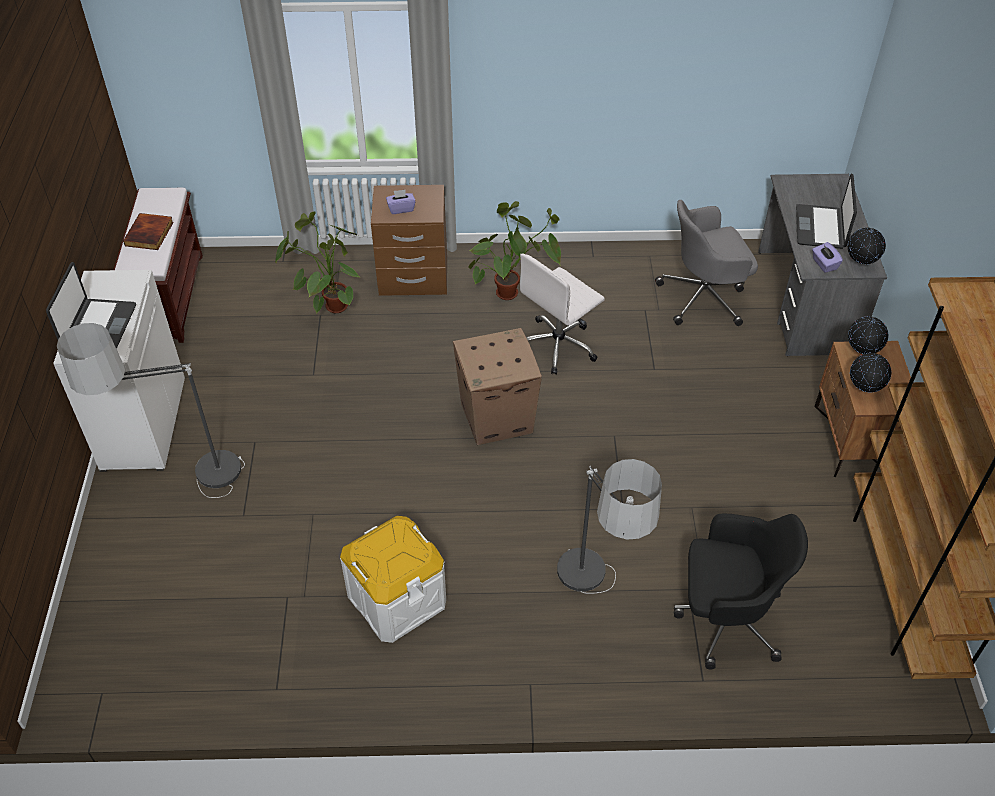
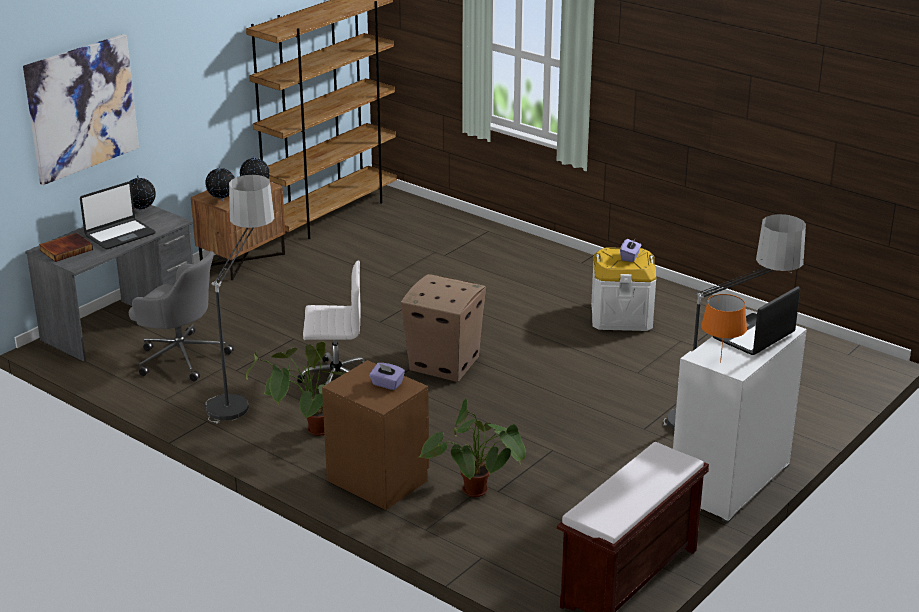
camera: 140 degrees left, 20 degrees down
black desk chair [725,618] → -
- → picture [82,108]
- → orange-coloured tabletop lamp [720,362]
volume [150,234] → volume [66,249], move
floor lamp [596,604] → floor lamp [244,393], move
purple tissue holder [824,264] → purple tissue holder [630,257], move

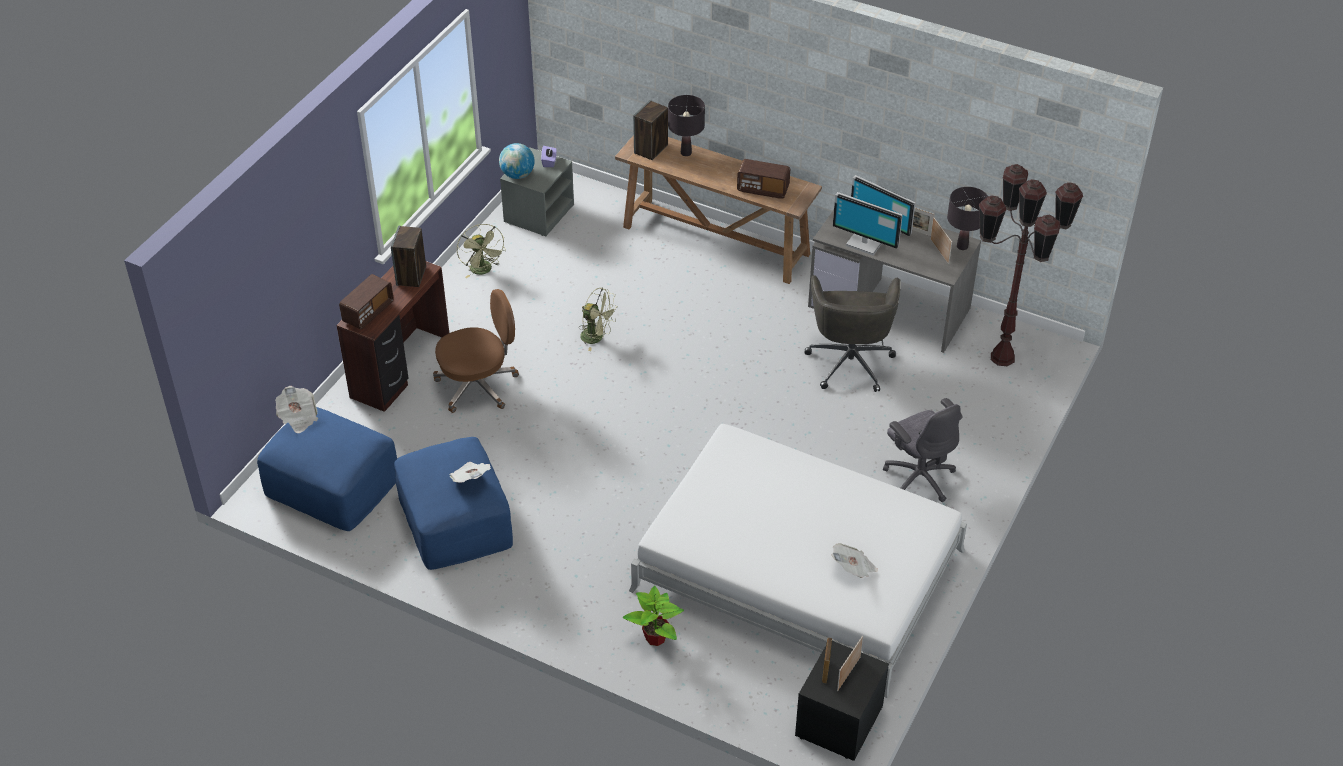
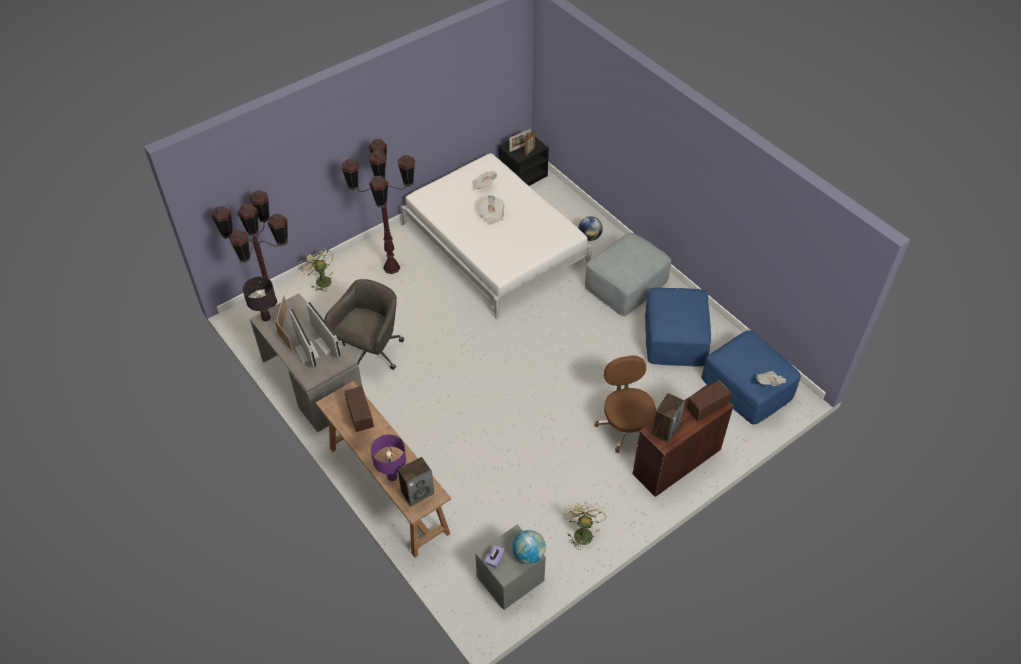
camera: 155 degrees left, 5 degrees up
- → greyish pouffe [626,284]
printed paper [470,479] → printed paper [492,215], move
green electric fan [597,337] → green electric fan [321,280], move
houseplant [656,638] → globe [589,237]
greyish desk chair [919,478] → brown-coloured floor lamp [392,267]
black tabletop lamp [686,153] → purple tabletop lamp [392,477]
brown-coloured desk chair [478,385] → brown-coloured desk chair [625,426], 75 degrees clockwise
radio set [763,189] → radio set [360,415], 150 degrees counterclockwise

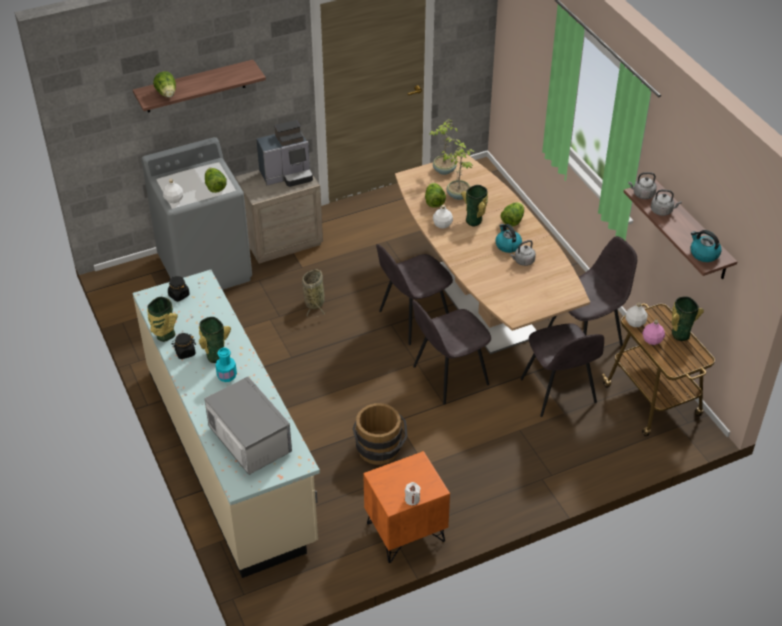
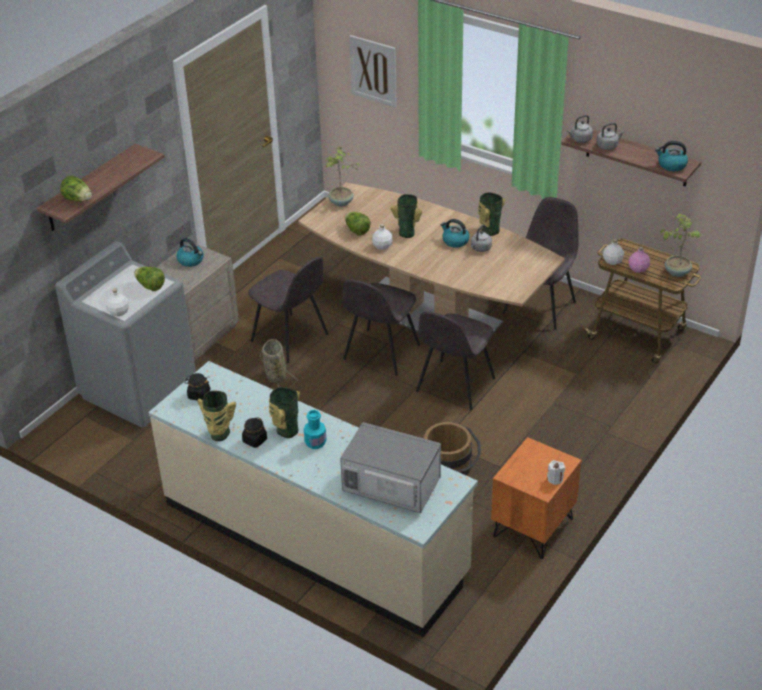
camera: 30 degrees left, 5 degrees down
head of lettuce [512,220] → -
- → picture [373,70]
houseplant [458,195] → houseplant [676,272], move
greyish upright chair [559,392] → greyish upright chair [291,339], move
vase [679,333] → vase [489,230], move
coffee maker [287,175] → tea kettle [191,260]

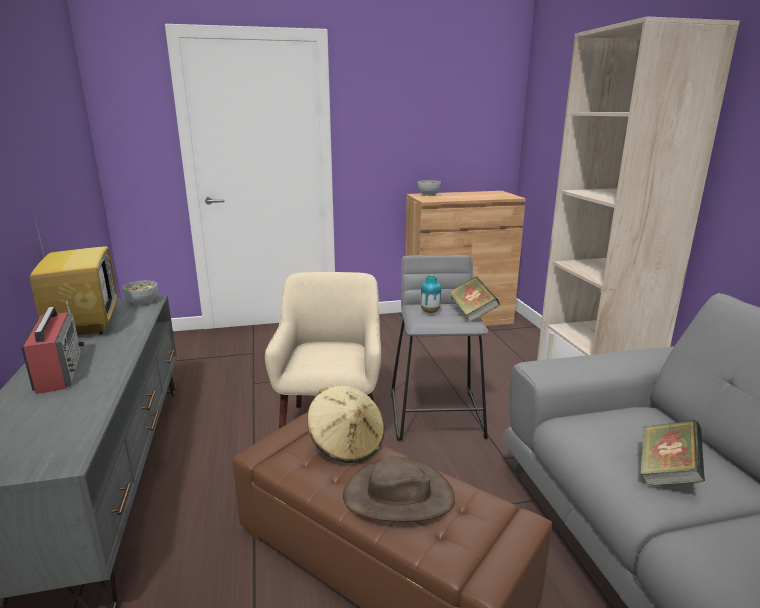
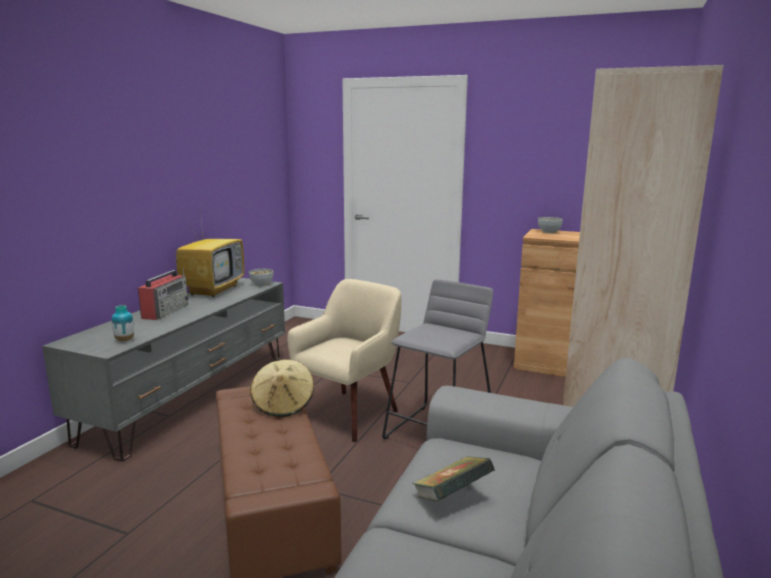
camera: 35 degrees right, 5 degrees down
brown-coloured hat [398,496] → -
volume [472,313] → -
vase [430,311] → vase [124,340], move

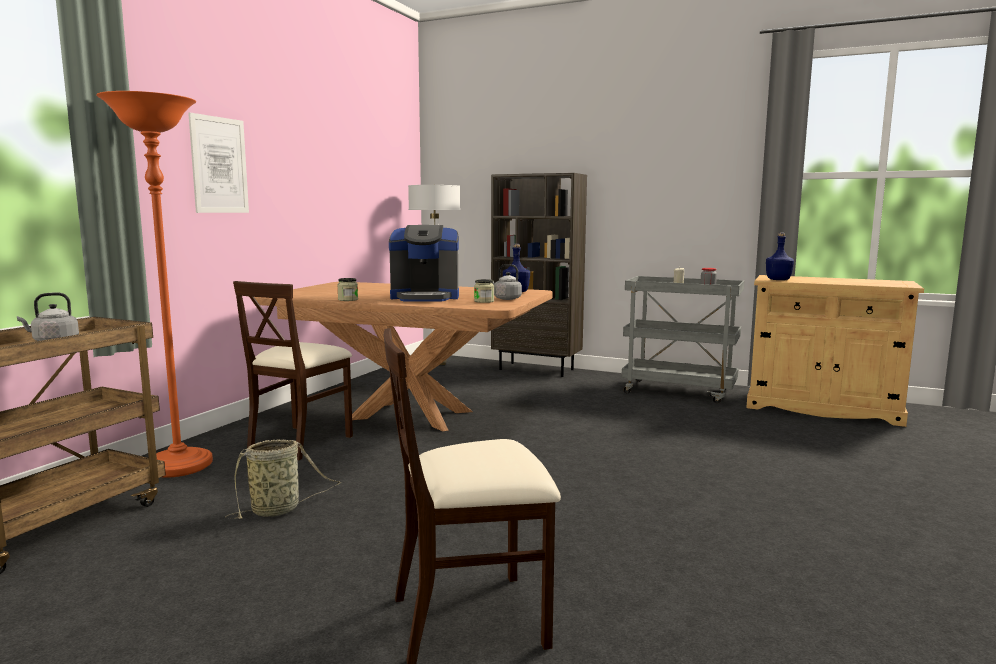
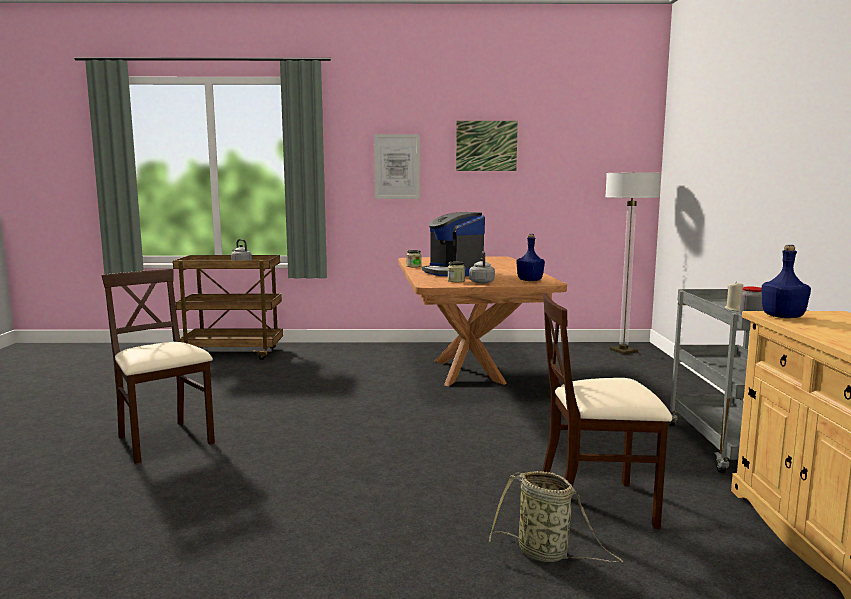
camera: 65 degrees right, 0 degrees up
orange-coloured floor lamp [179,466] → -
brown-coloured bookcase [537,369] → -
- → picture [486,146]
basket [279,510] → basket [546,554], move
beige upright chair [300,442] → beige upright chair [597,504], move

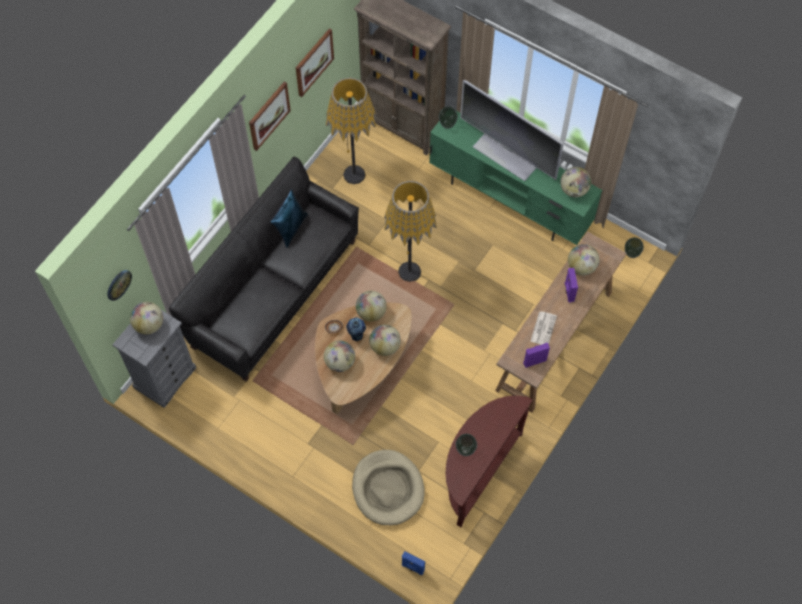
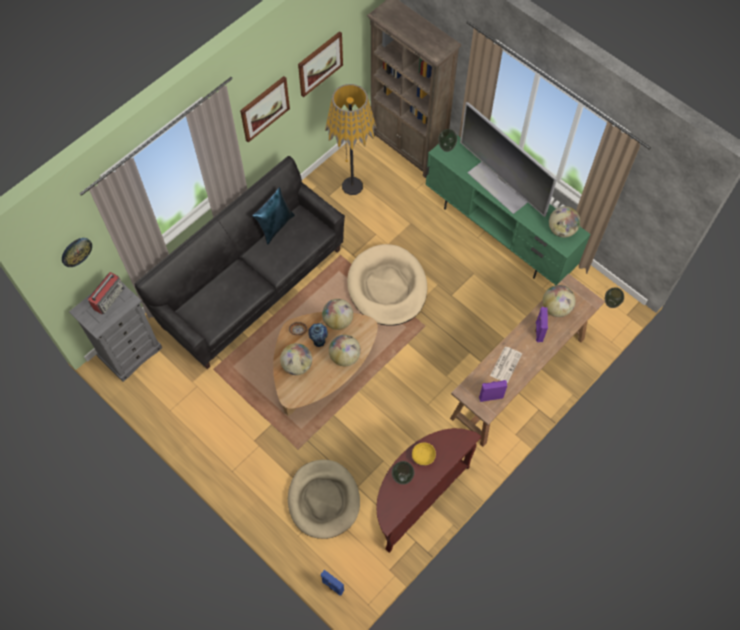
camera: 10 degrees right, 0 degrees up
- → yellowish deep dish [423,456]
globe [149,325] → radio set [109,298]
floor lamp [409,272] → beige pet bed [387,287]

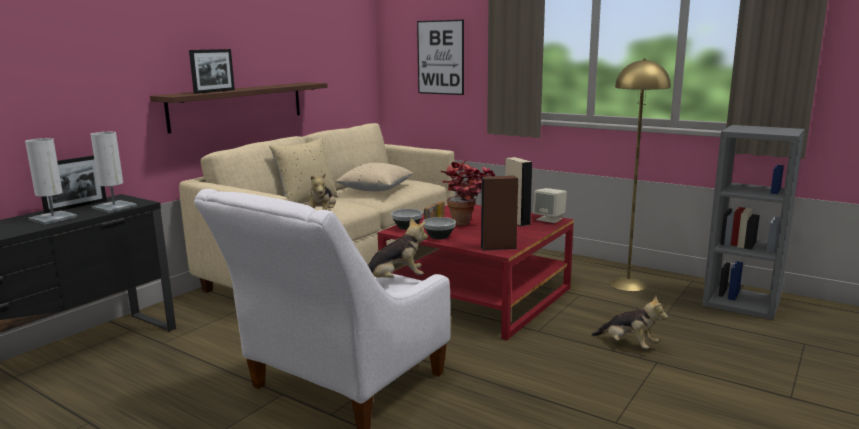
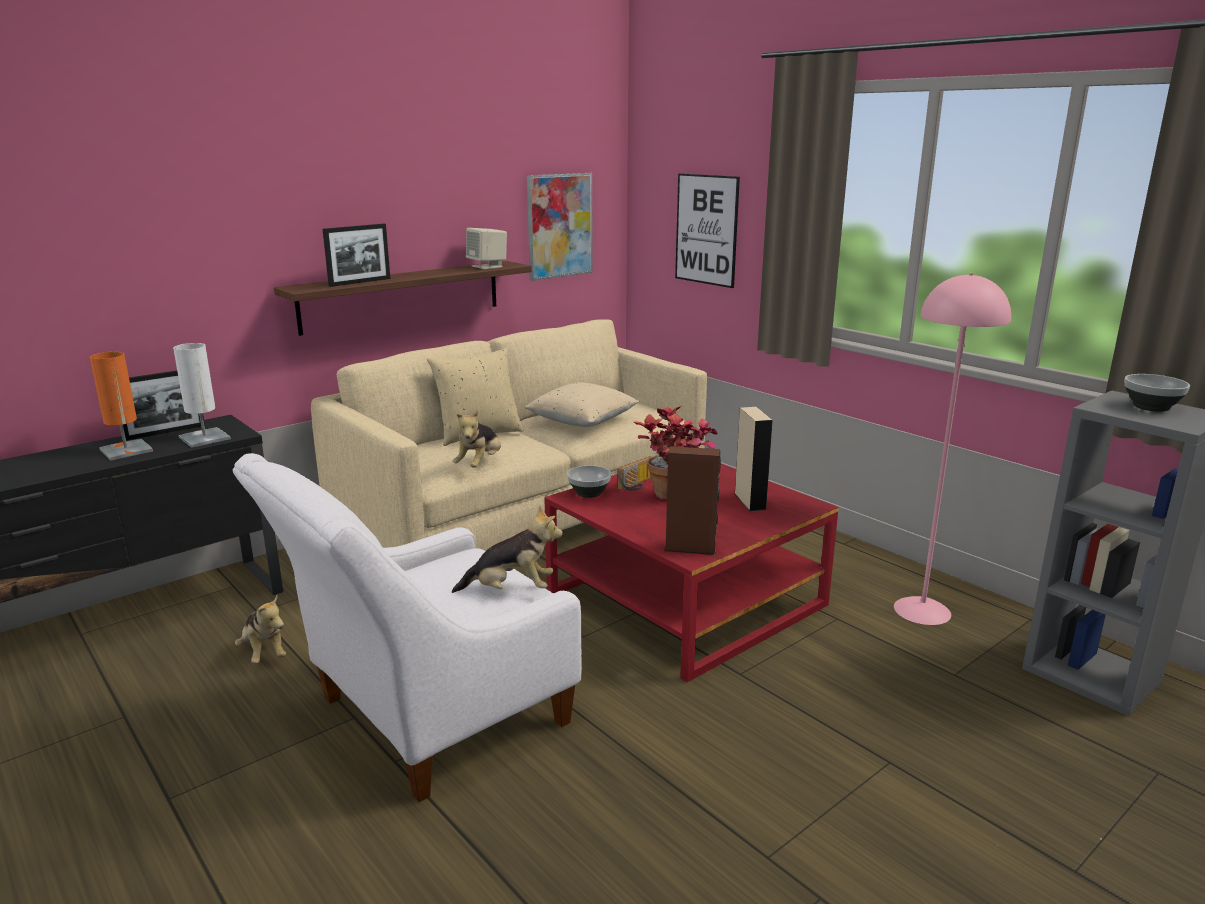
camera: 15 degrees right, 5 degrees up
- → picture [559,226]
deep dish [439,236] → deep dish [1150,407], move
beige speaker [549,219] → beige speaker [487,266], move
soft toy [628,345] → soft toy [264,653], move
white-coloured tabletop lamp [53,218] → orange-coloured tabletop lamp [126,450]
yellowish floor lamp [627,284] → pink floor lamp [921,610]

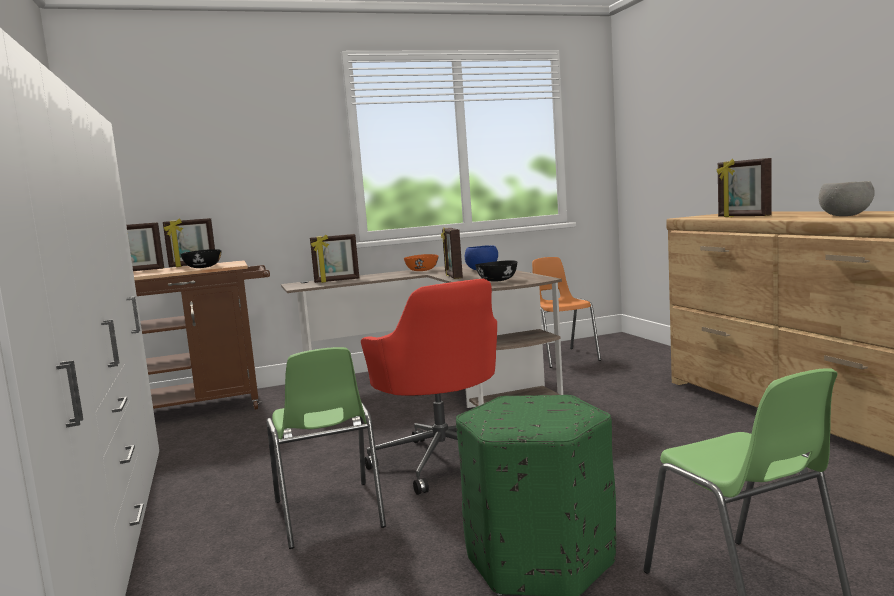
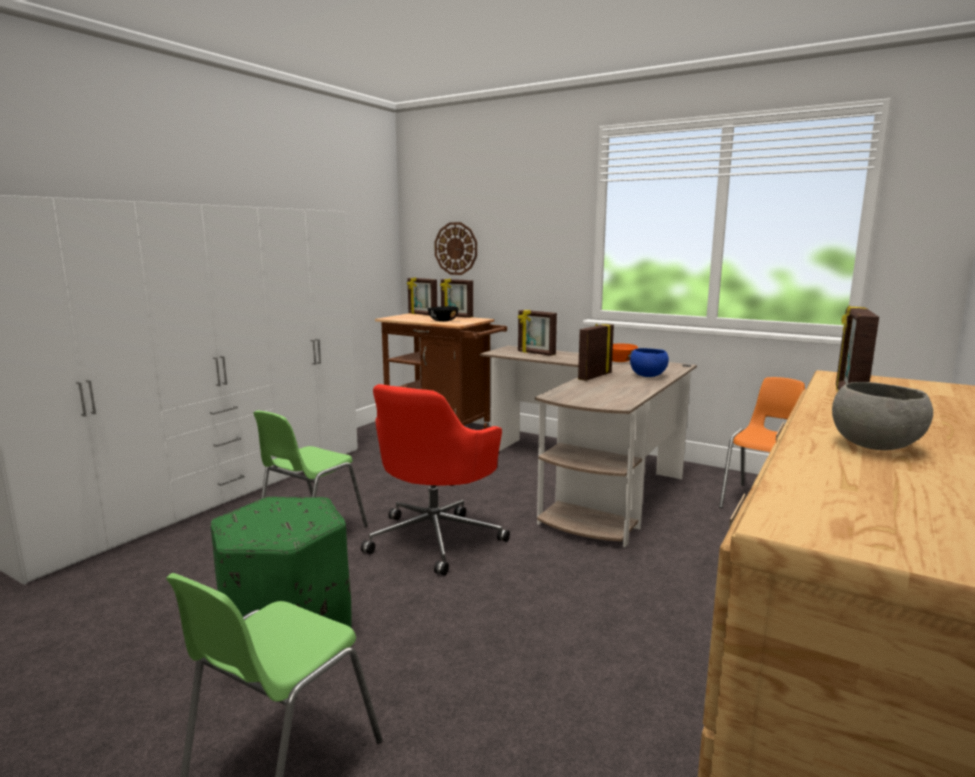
camera: 50 degrees right, 5 degrees up
black deep dish [497,281] → -
- → clock on the wall [456,248]

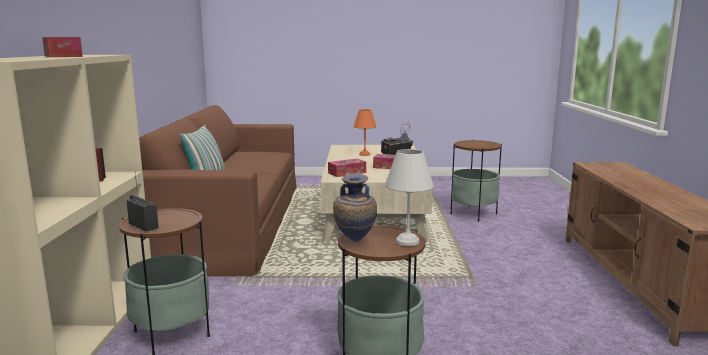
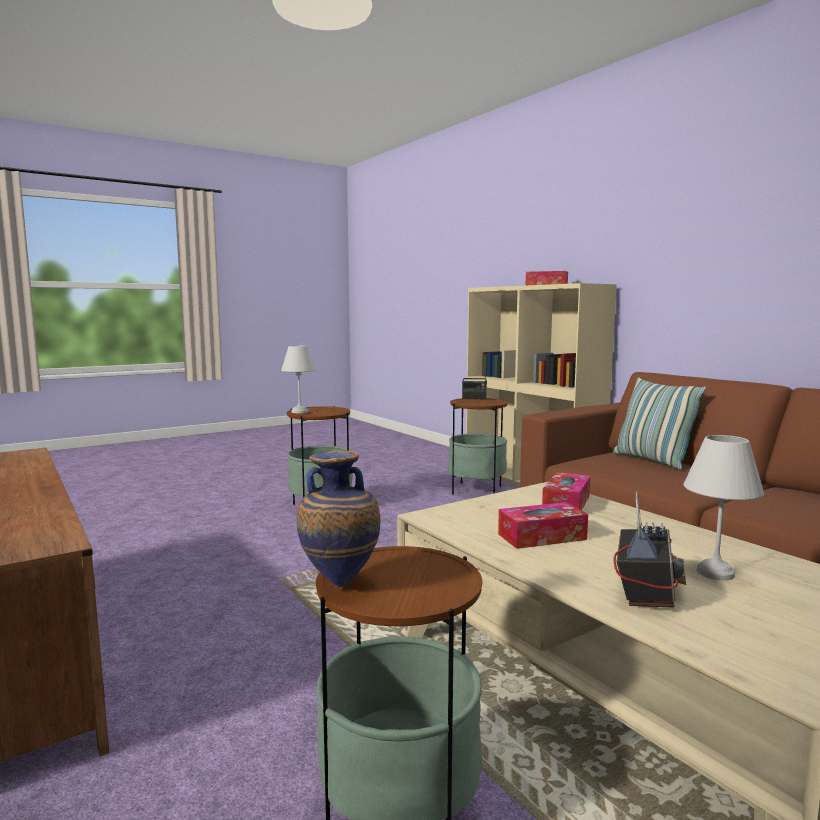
camera: 145 degrees right, 5 degrees down
vase [354,242] → vase [340,582], move
orange-coloured tabletop lamp [364,154] → white-coloured tabletop lamp [716,572]

